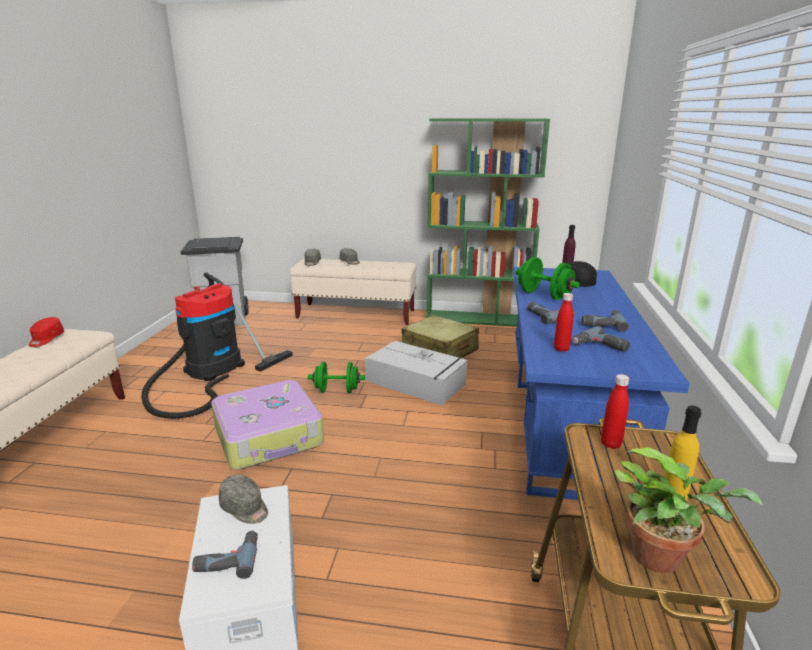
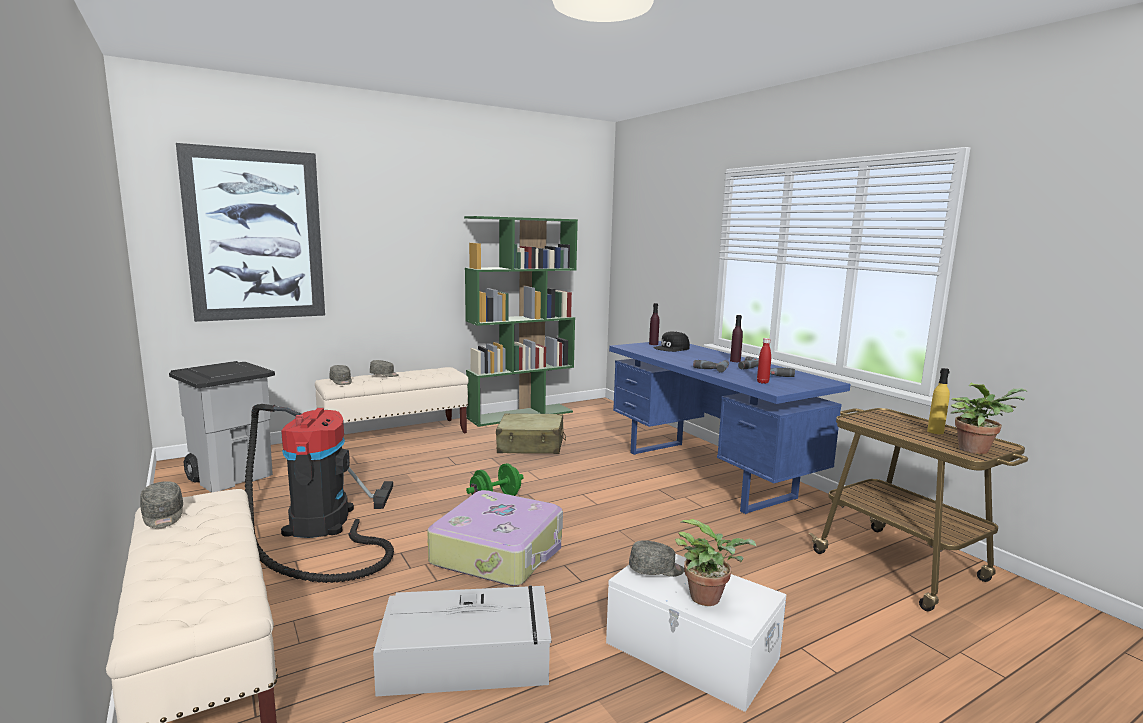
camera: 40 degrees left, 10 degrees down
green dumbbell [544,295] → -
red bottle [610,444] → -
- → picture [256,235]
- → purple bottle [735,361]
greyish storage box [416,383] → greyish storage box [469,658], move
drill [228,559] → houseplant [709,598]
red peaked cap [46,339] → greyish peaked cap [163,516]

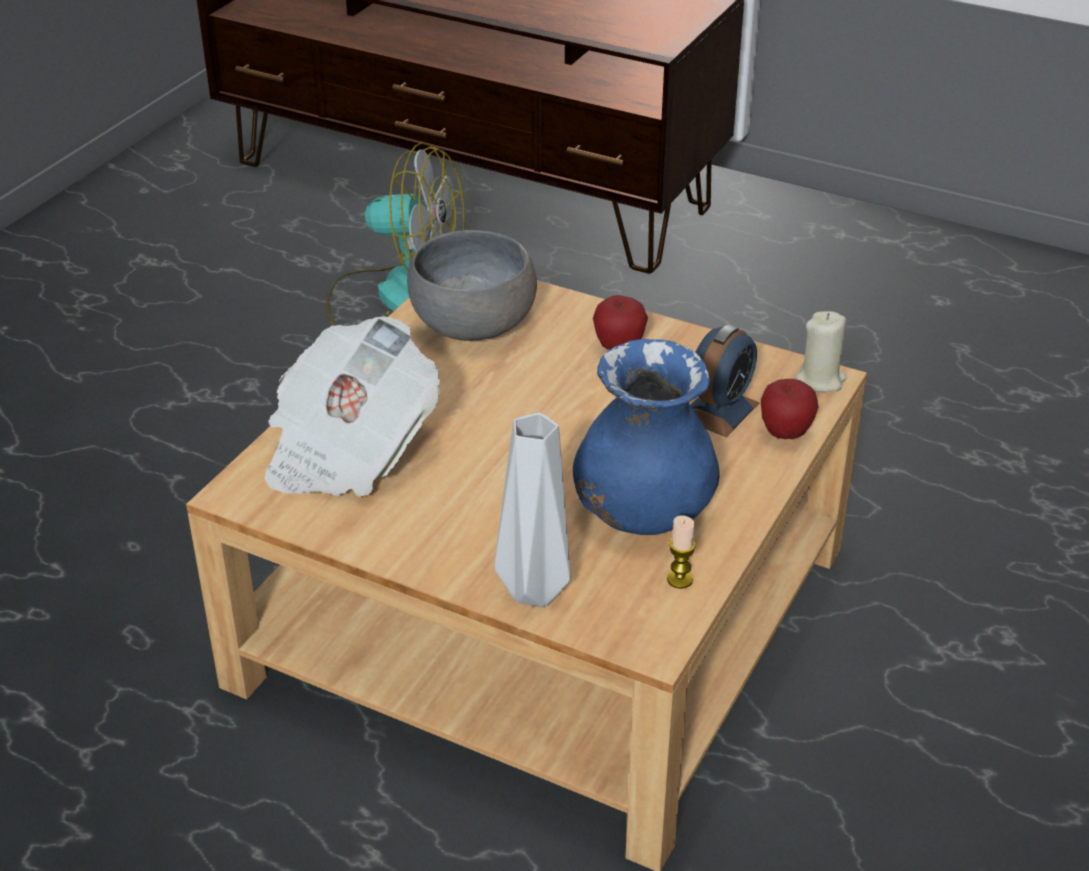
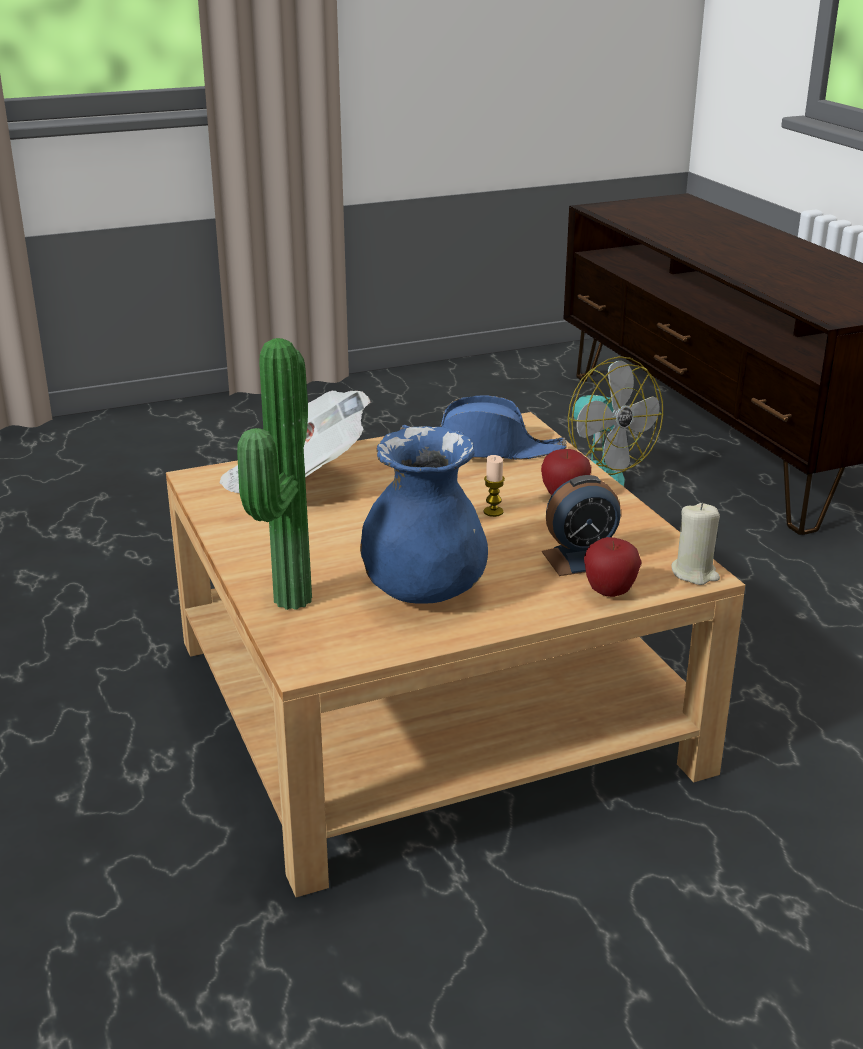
camera: 40 degrees right, 10 degrees down
candle [680,579] → candle [493,512], move
greyish deep dish [474,324] → bluish hat [483,450]
greyish vase [537,589] → houseplant [285,599]

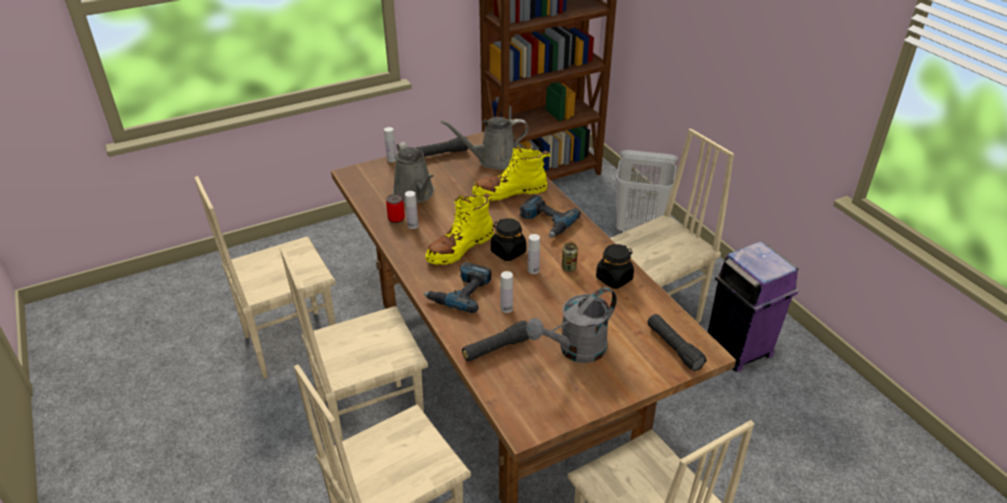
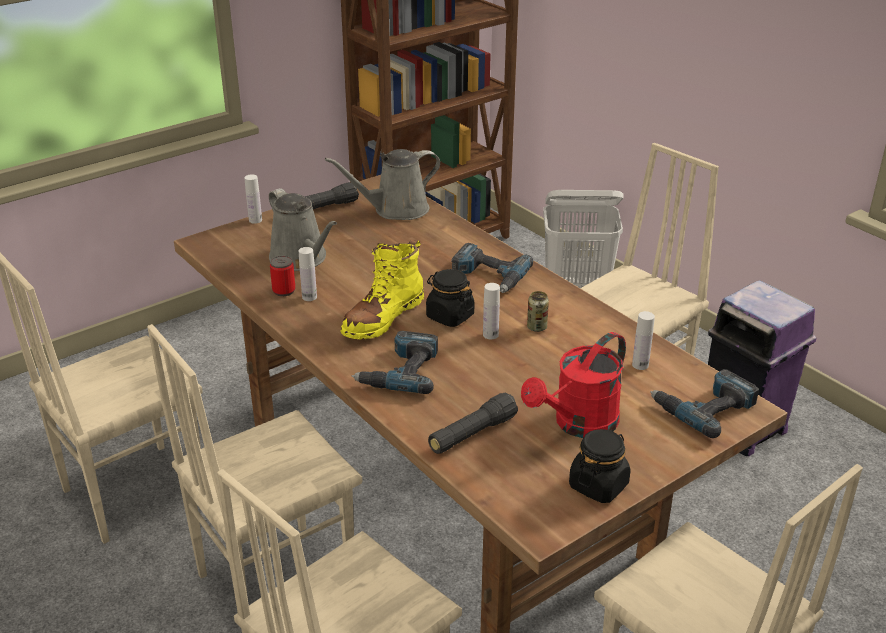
camera: 10 degrees left, 5 degrees down
yellowish tall boot [510,192] → -
white-coloured bottle [506,308] → white-coloured bottle [640,365], move
black storage jar [614,278] → black storage jar [598,485], move
black flashlight [673,348] → drill [704,407]
greyish watering can [575,350] → red watering can [578,424]

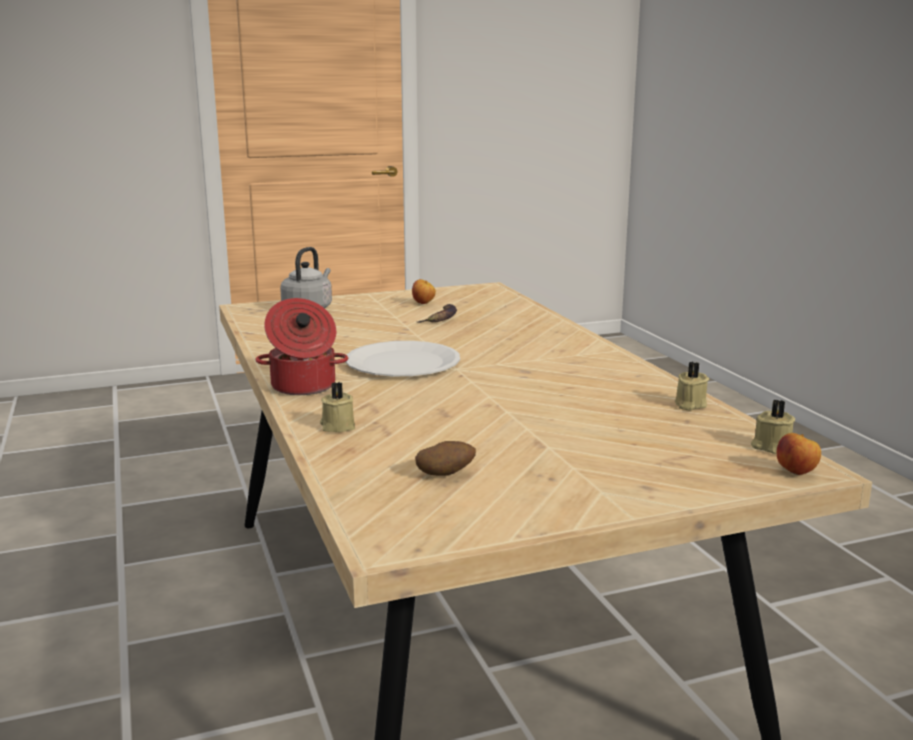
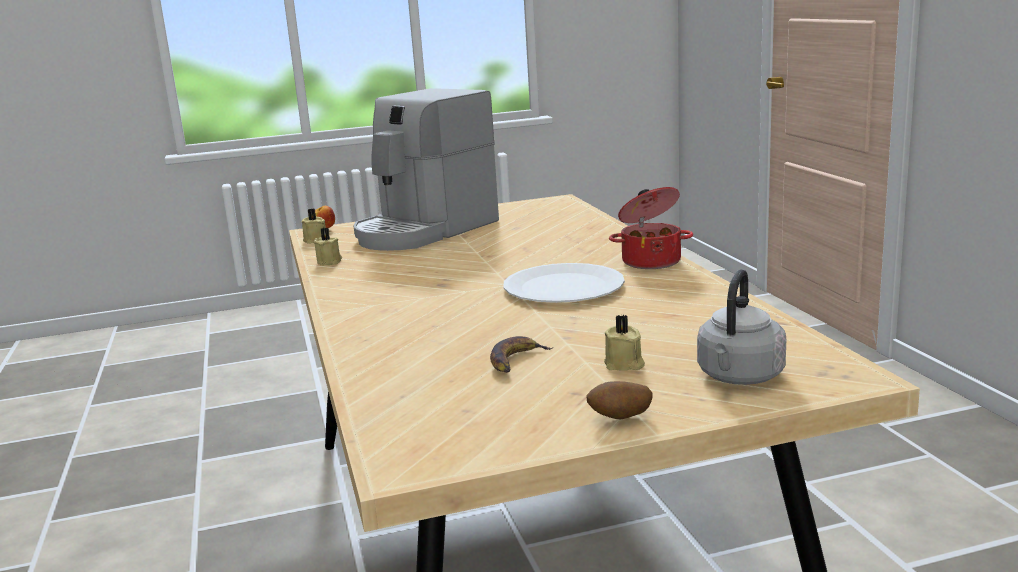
camera: 175 degrees left, 0 degrees up
apple fruit [423,303] → -
- → coffee maker [425,231]
beige candle [337,426] → beige candle [624,364], move
potato [445,475] → potato [620,418], move

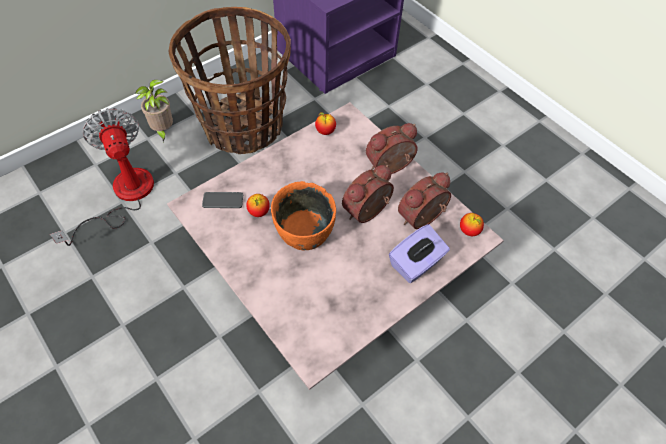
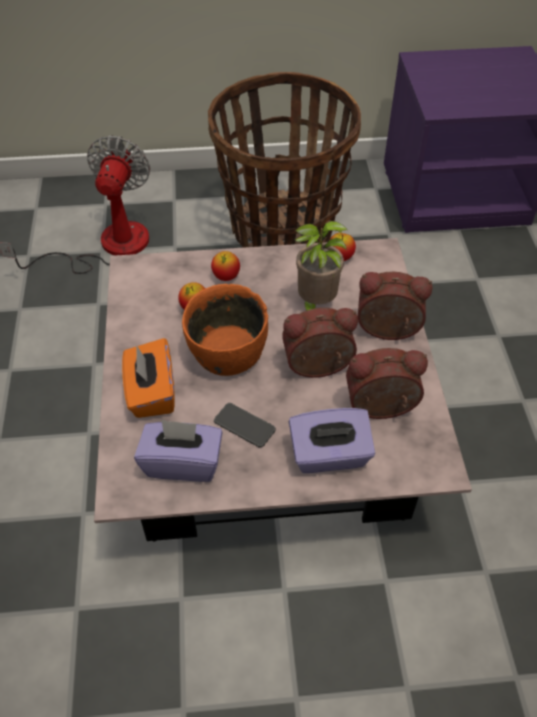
camera: 35 degrees right, 5 degrees down
- → orange-coloured tissue holder [151,393]
- → purple tissue holder [182,462]
houseplant [163,131] → houseplant [315,304], move
handset [223,200] → handset [244,425], move
apple fruit [469,231] → apple fruit [226,277], move

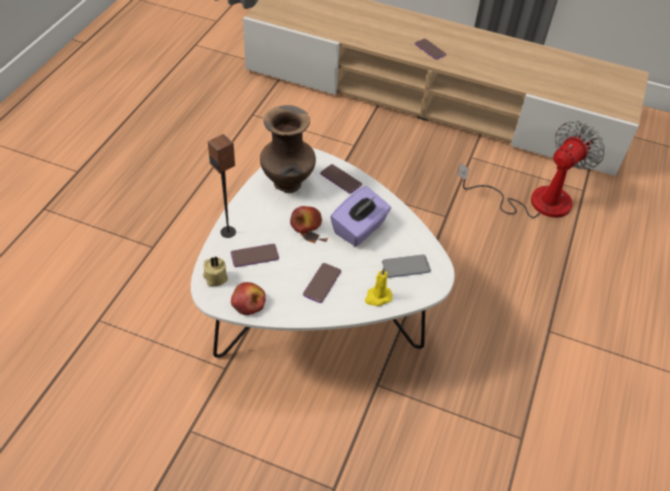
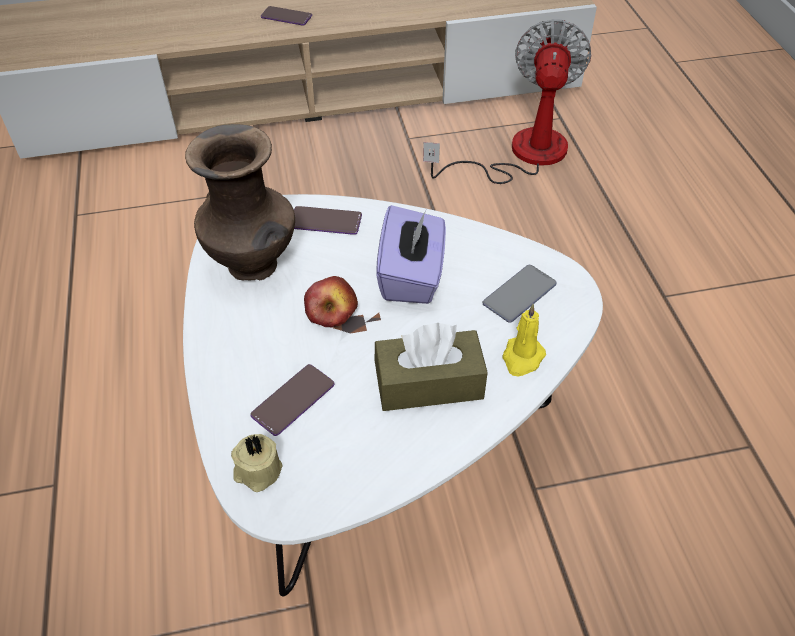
camera: 30 degrees left, 0 degrees up
speaker [228,232] → -
apple fruit [248,303] → -
handset [322,283] → brown-coloured tissue holder [429,383]

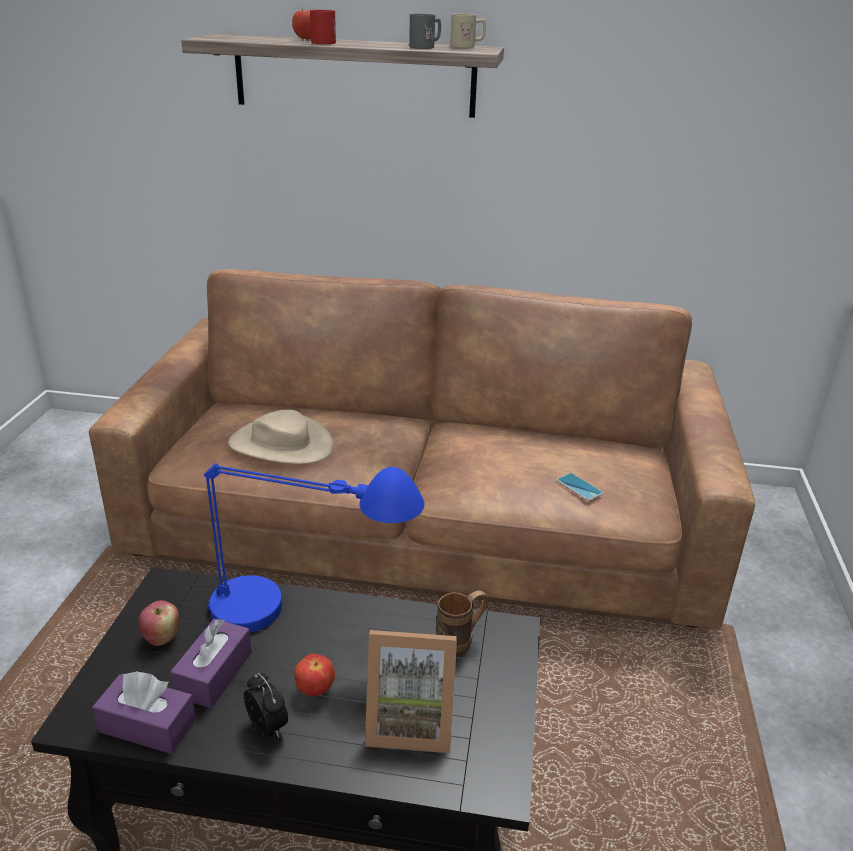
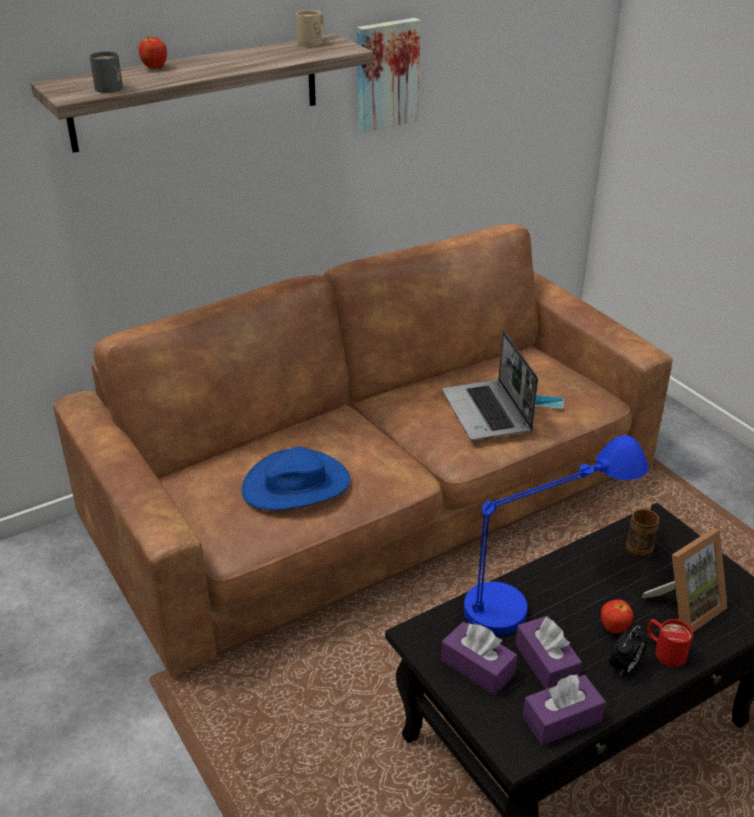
camera: 40 degrees left, 5 degrees up
- → picture [386,74]
- → portable computer [488,413]
red coffee mug [323,42] → red coffee mug [664,651], move
greyish coffee mug [426,47] → greyish coffee mug [111,86], move
apple fruit [162,638] → purple tissue holder [477,667]
beige hat [281,445] → bluish hat [296,485]
alarm clock [268,728] → alarm clock [625,667], 120 degrees clockwise

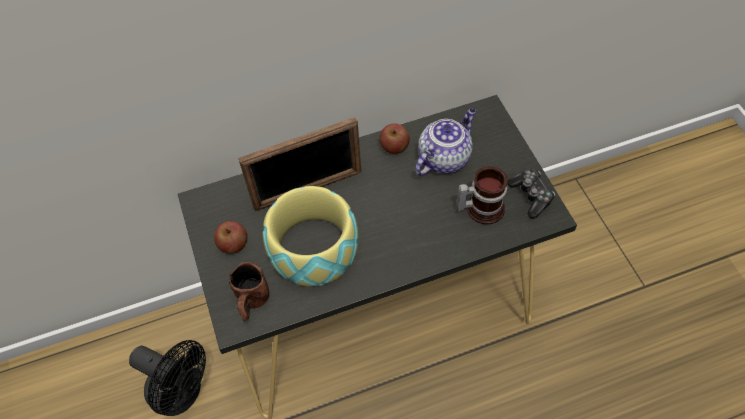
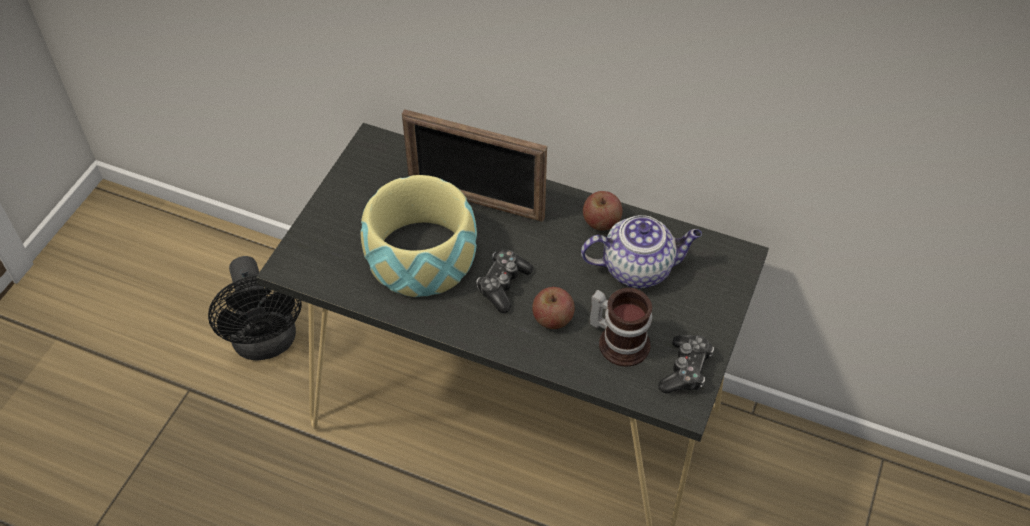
camera: 40 degrees right, 5 degrees down
brown-coloured coffee mug [252,304] → -
- → gamepad [503,285]
apple fruit [233,244] → apple fruit [553,318], move

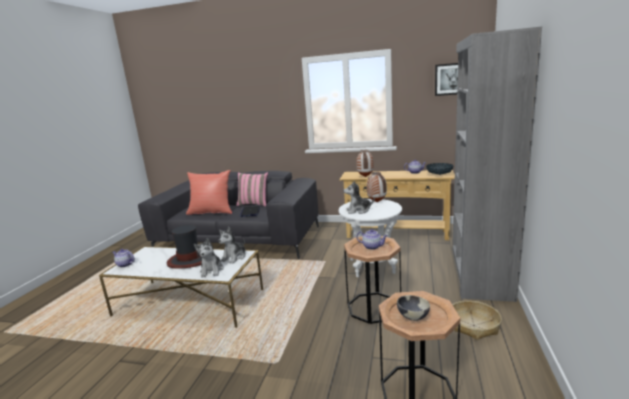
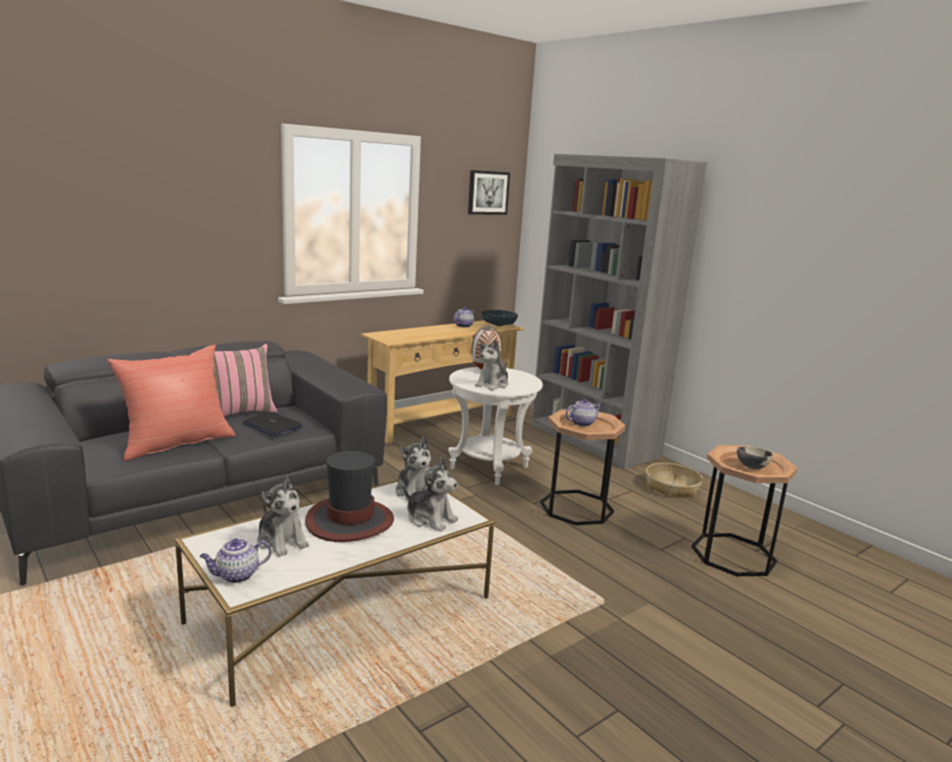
camera: 55 degrees left, 0 degrees up
vase [365,176] → -
- → soft toy [282,541]

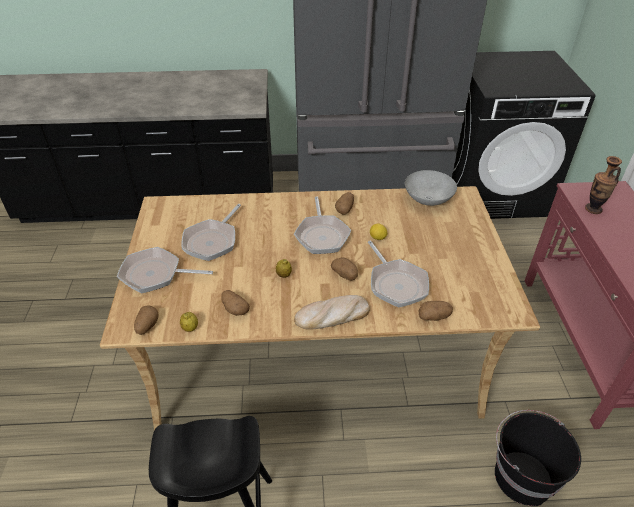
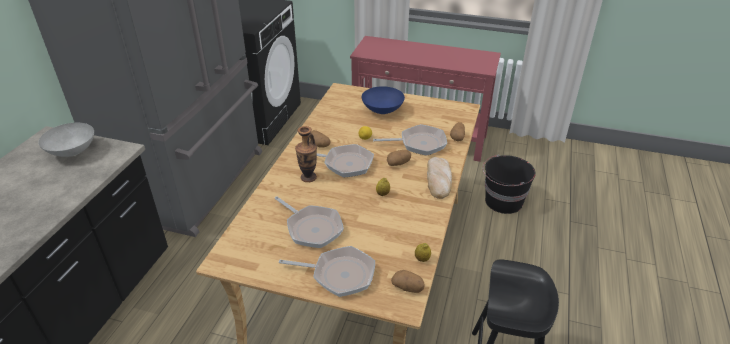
camera: 70 degrees left, 5 degrees down
potato [234,309] → -
- → bluish deep dish [383,110]
greyish deep dish [429,200] → greyish deep dish [73,151], move
vase [593,209] → vase [308,177], move
pan [155,274] → pan [339,274], 105 degrees counterclockwise

